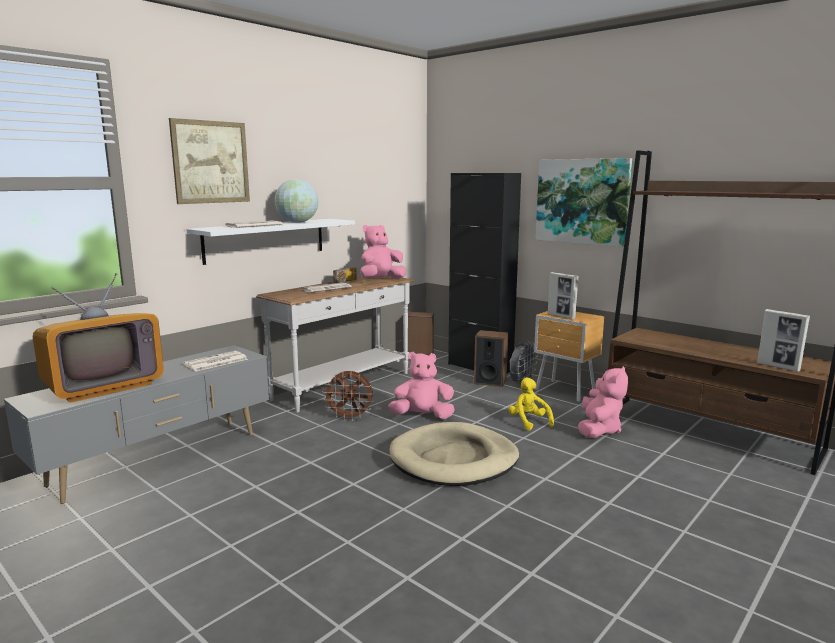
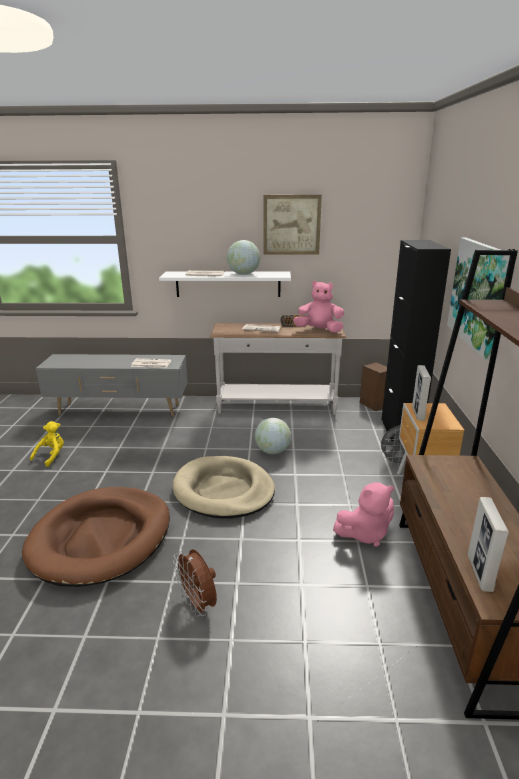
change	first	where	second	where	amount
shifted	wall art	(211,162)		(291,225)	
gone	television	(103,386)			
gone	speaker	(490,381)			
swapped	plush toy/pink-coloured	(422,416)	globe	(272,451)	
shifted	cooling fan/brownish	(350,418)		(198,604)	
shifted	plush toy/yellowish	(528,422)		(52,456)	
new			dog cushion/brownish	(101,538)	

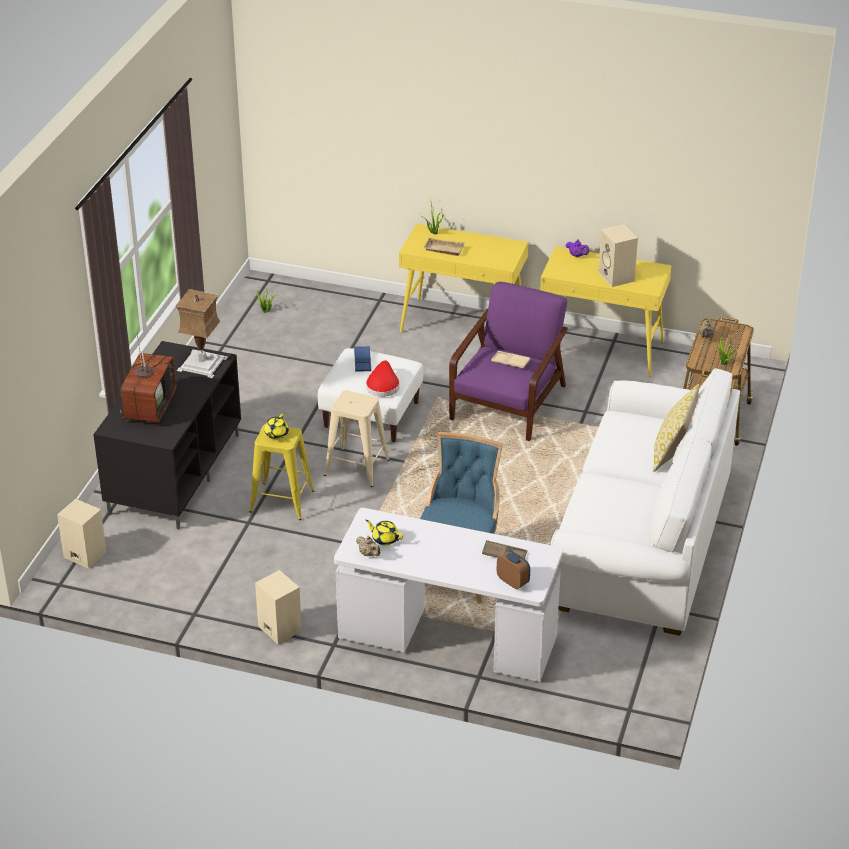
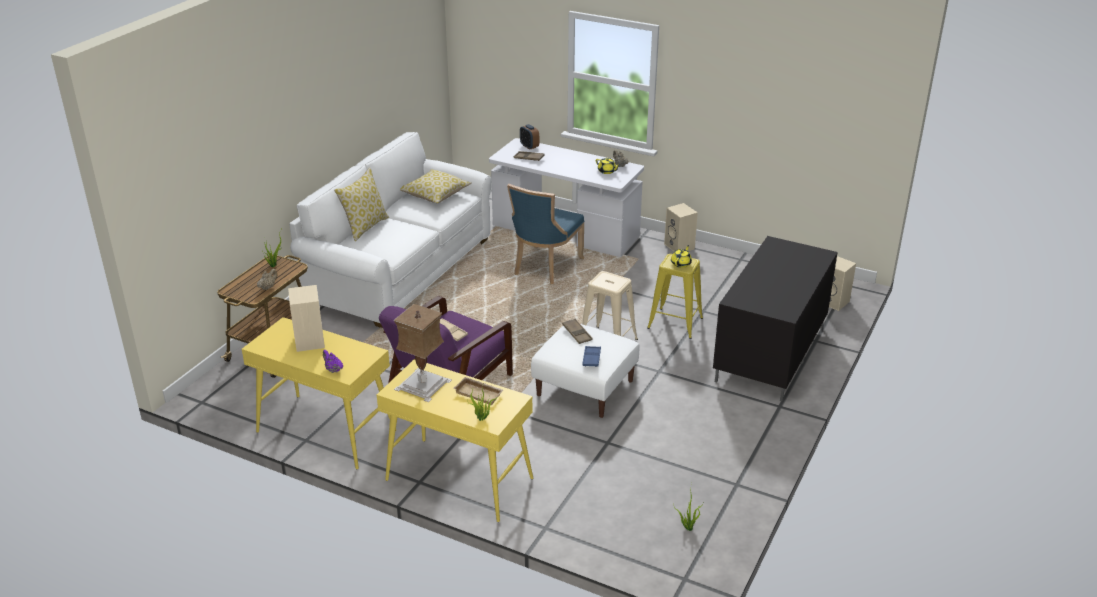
change	first	where	second	where	amount
shifted	lamp for a table	(201,364)		(424,384)	
gone	television	(149,405)			
swapped	wearable hat/red-coloured	(382,385)	carrying tray/brownish	(577,333)	
new			cushion	(435,194)	

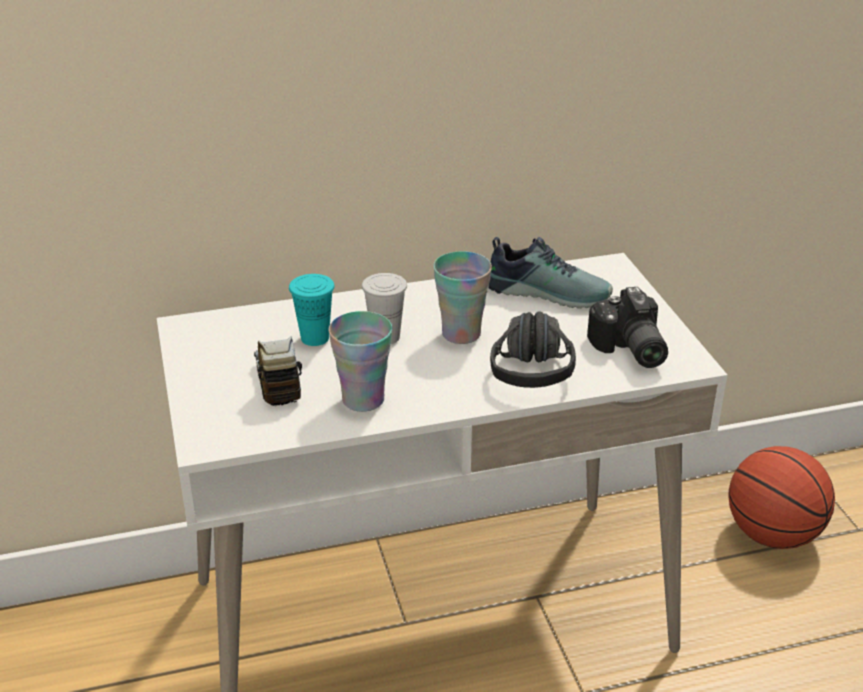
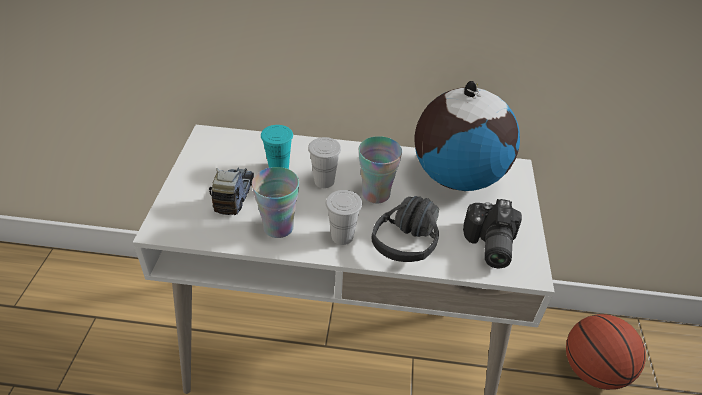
change	first	where	second	where	amount
swapped	shoe	(548,291)	globe	(457,177)	
new			small cup/white	(342,236)	

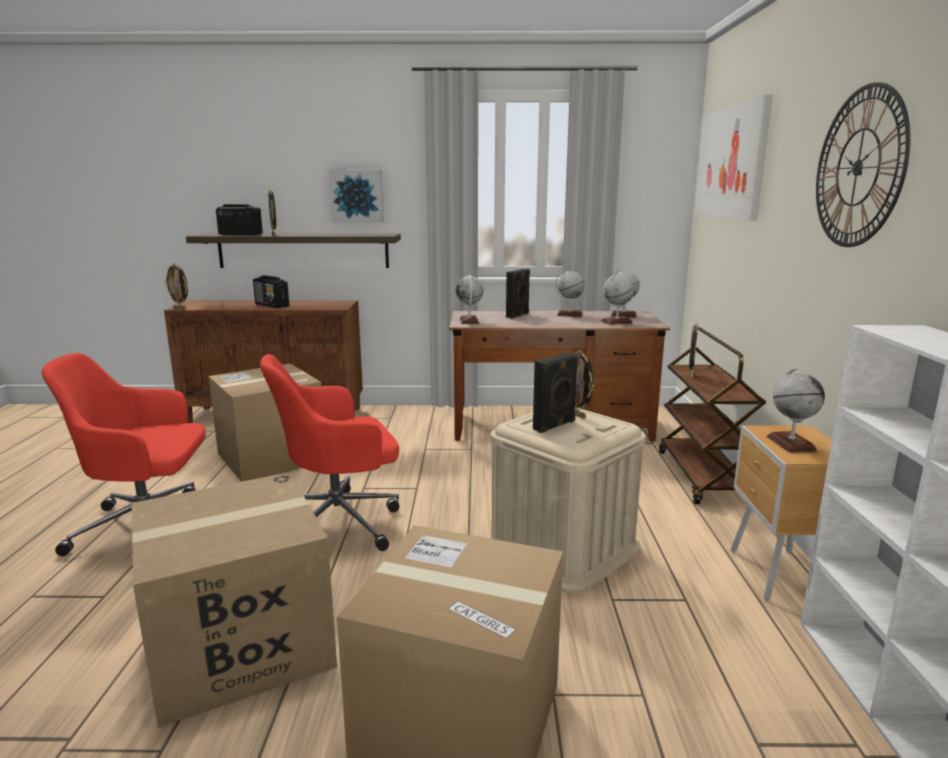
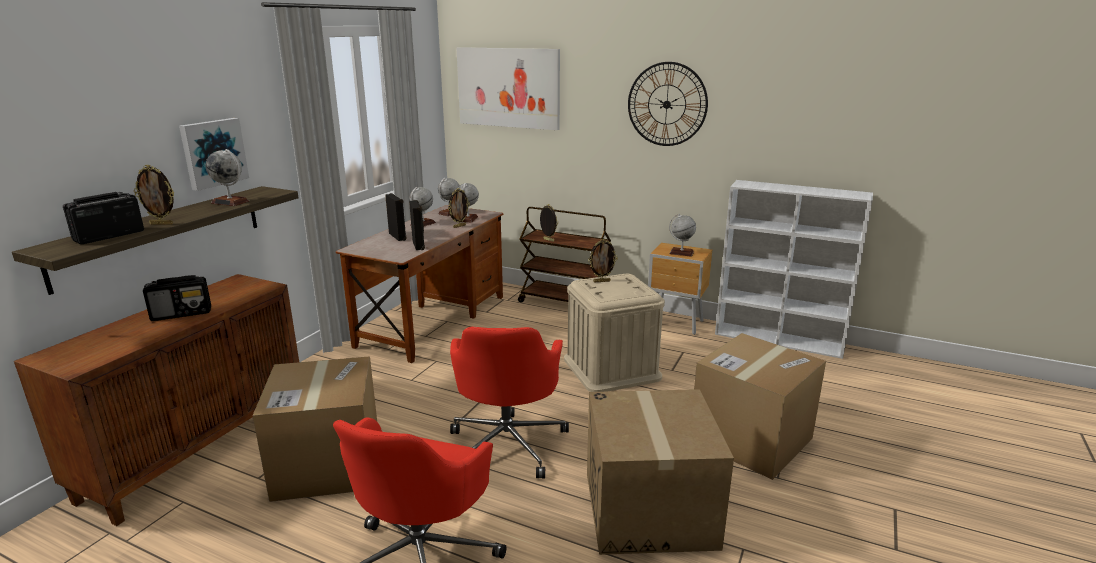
change	first	where	second	where	amount
shifted	picture frame	(180,308)		(459,226)	
shifted	globe	(469,321)		(230,202)	
shifted	speaker/blackish	(555,425)		(419,245)	

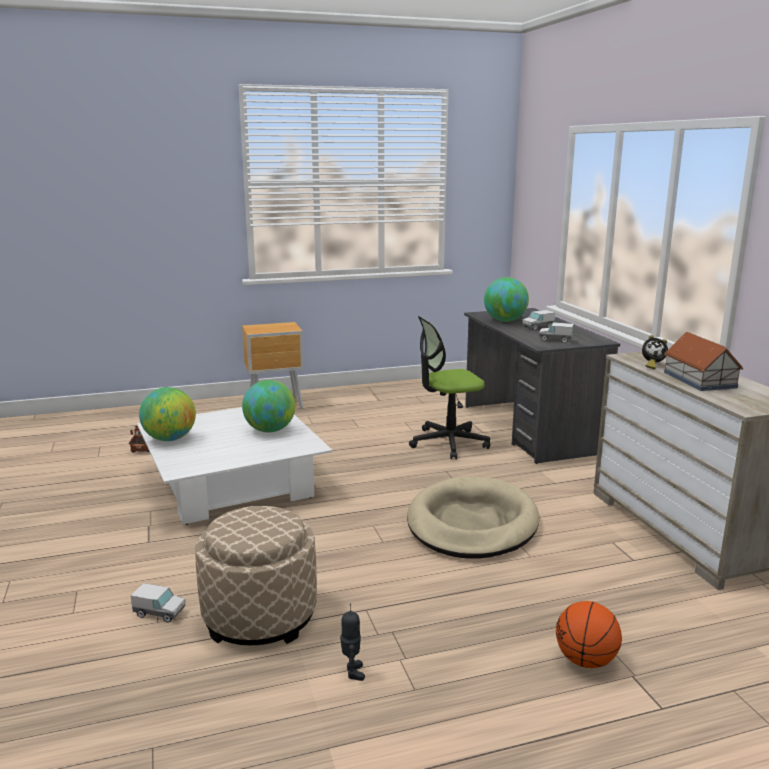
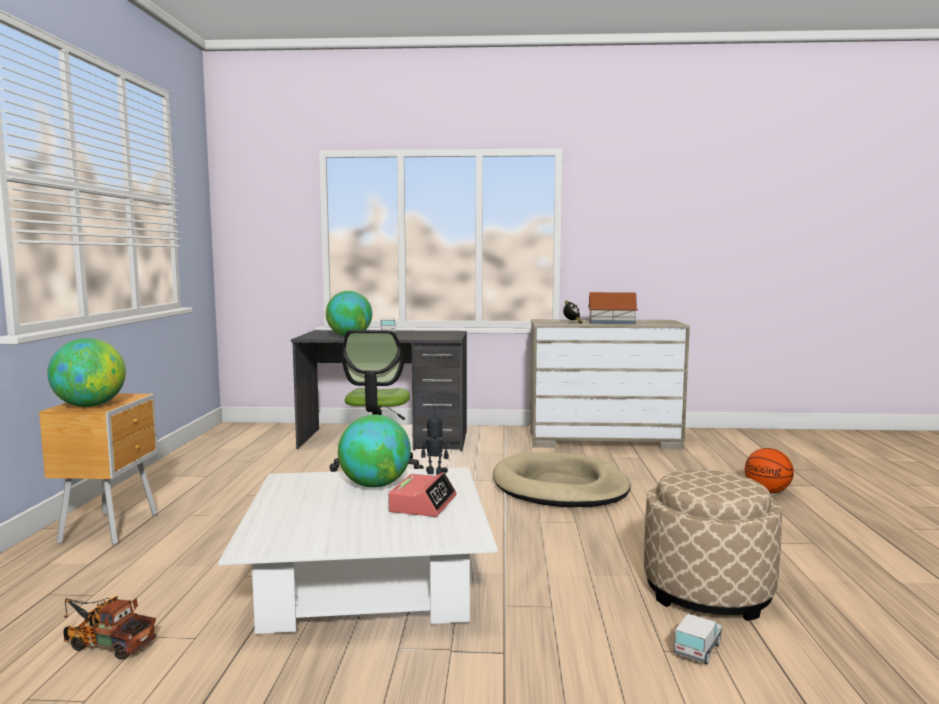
change	first	where	second	where	amount
gone	model truck	(555,340)			
shifted	globe	(170,439)		(90,406)	
shifted	toy robot	(352,672)		(435,473)	
new			alarm clock	(423,504)	

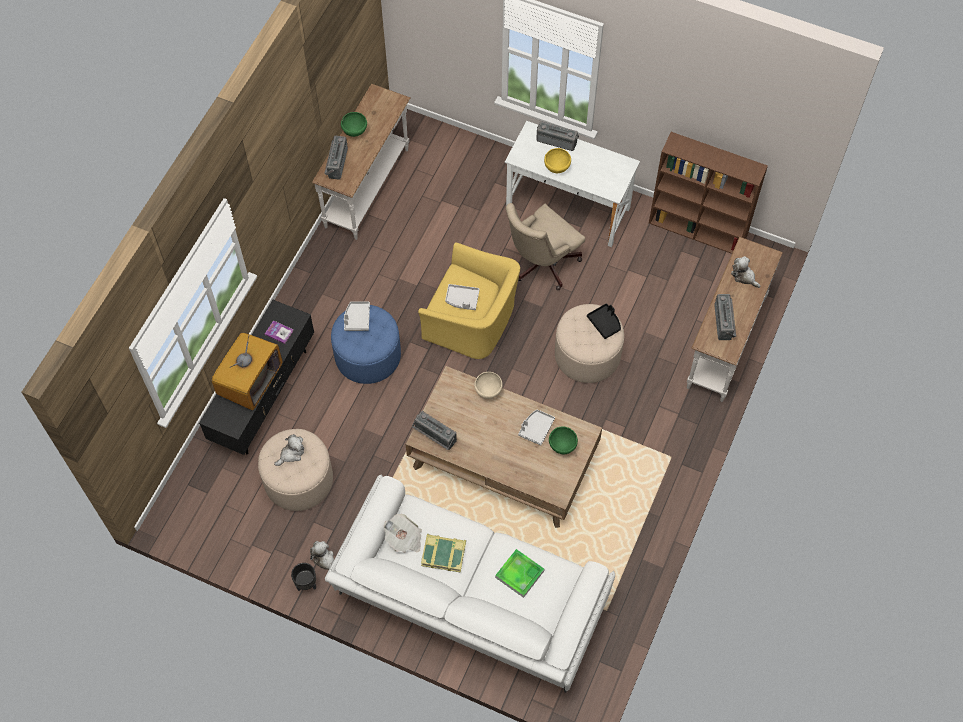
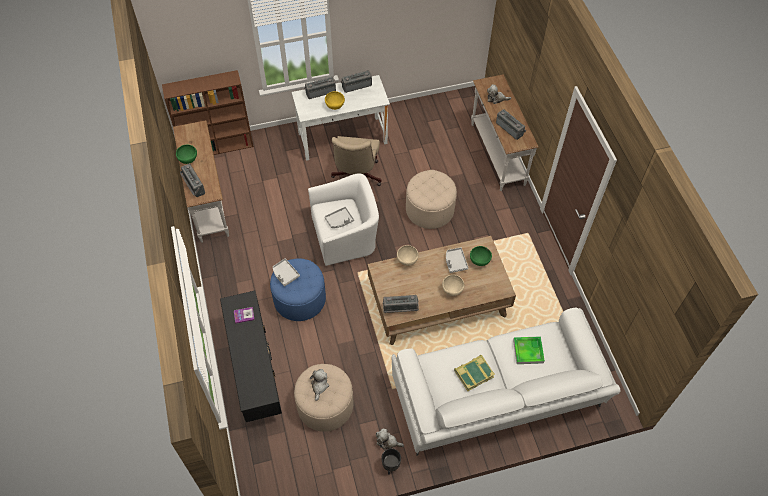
change	first	where	second	where	amount
shifted	bookshelf/brownish	(698,230)		(218,146)	
repainted	easy chair/yellowish	(471,321)	easy chair/white	(345,236)	
gone	carrying tray/blackish	(605,323)			
gone	television	(250,381)			
gone	daily paper	(404,538)			
new			radio	(356,85)	
new			bowl/sand-coloured	(452,290)	

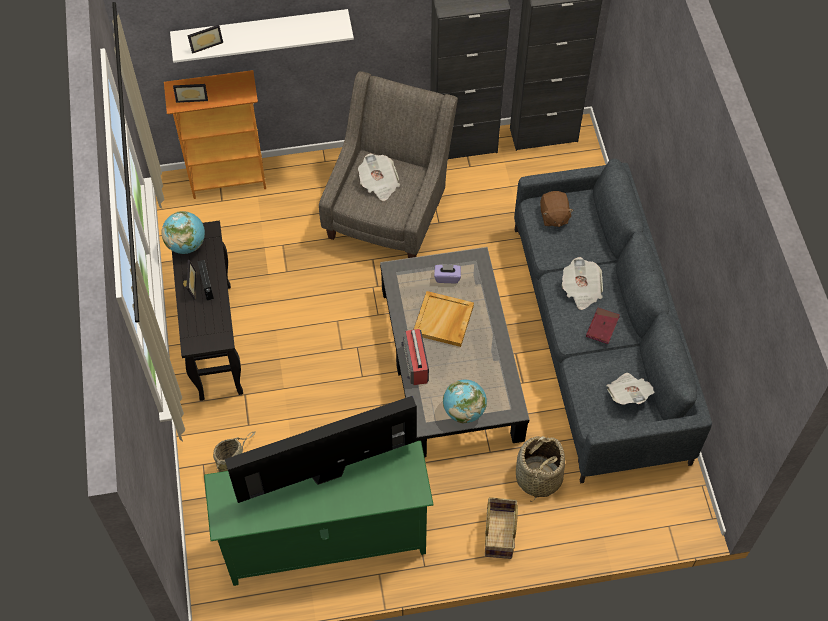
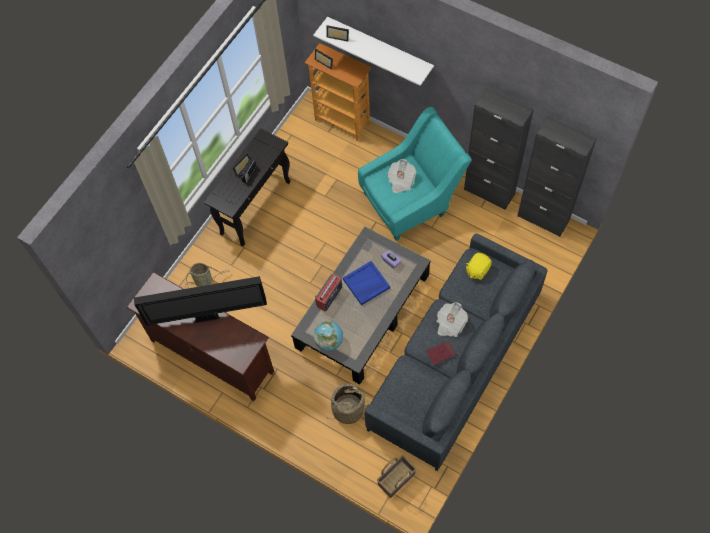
change	first	where	second	where	amount
repainted	easy chair/gray	(389,209)	easy chair/turquoise	(412,200)	
repainted	plush toy/brownish	(554,216)	plush toy/yellowish	(477,270)	
gone	globe	(186,244)			
repainted	carrying tray/sand-coloured	(443,321)	carrying tray/blue	(366,284)	
gone	daily paper	(628,394)			
rotated	television	(327,473)		(208,317)	150 degrees clockwise
repainted	media console/green	(326,544)	media console/brownish	(211,356)	
shifted	storage basket	(498,533)		(396,479)	

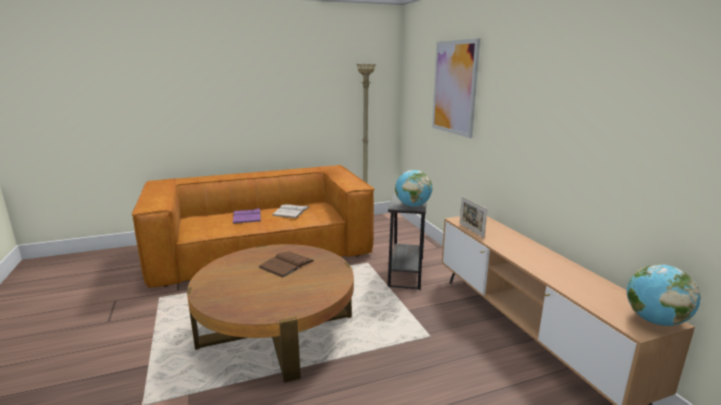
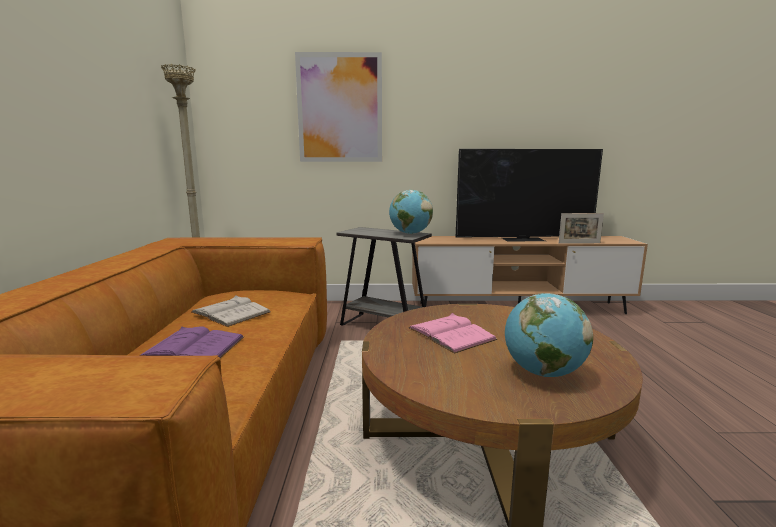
change	first	where	second	where	amount
shifted	picture frame	(471,230)		(579,243)	
repainted	volume/brownish	(286,264)	volume/pink-coloured	(451,333)	
shifted	globe	(654,320)		(543,373)	
new			television	(523,239)	

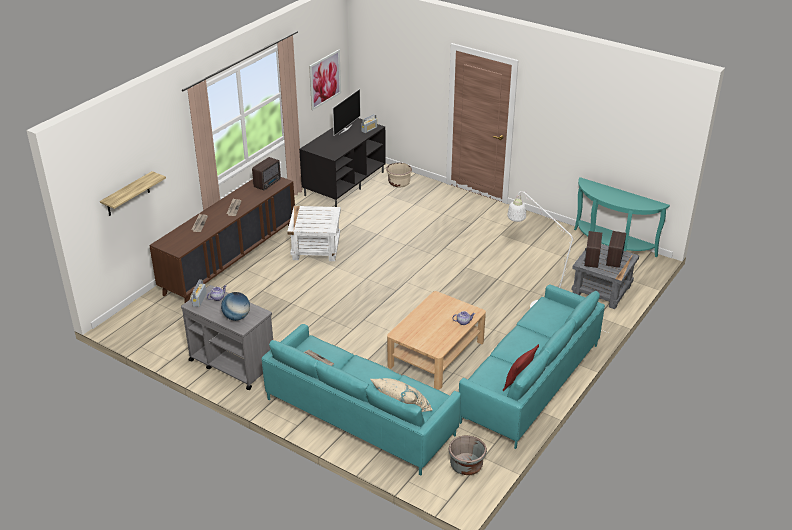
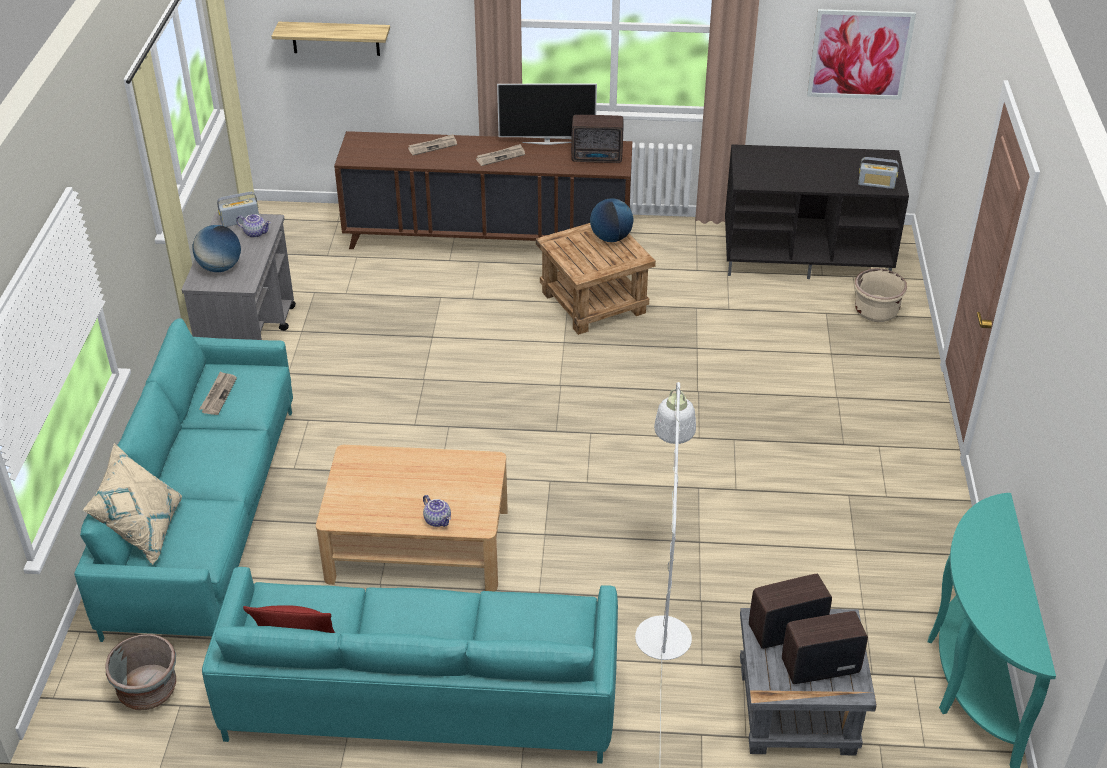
change	first	where	second	where	amount
shifted	television	(345,129)		(547,142)	
repainted	side table/white	(315,248)	side table/brownish	(594,302)	
new			globe	(611,238)	

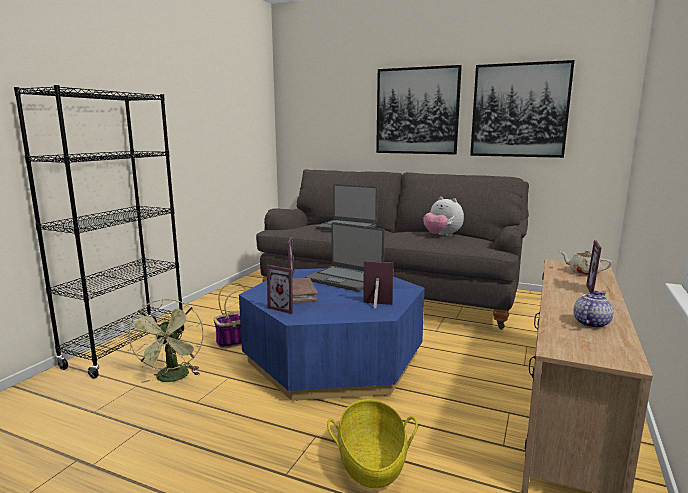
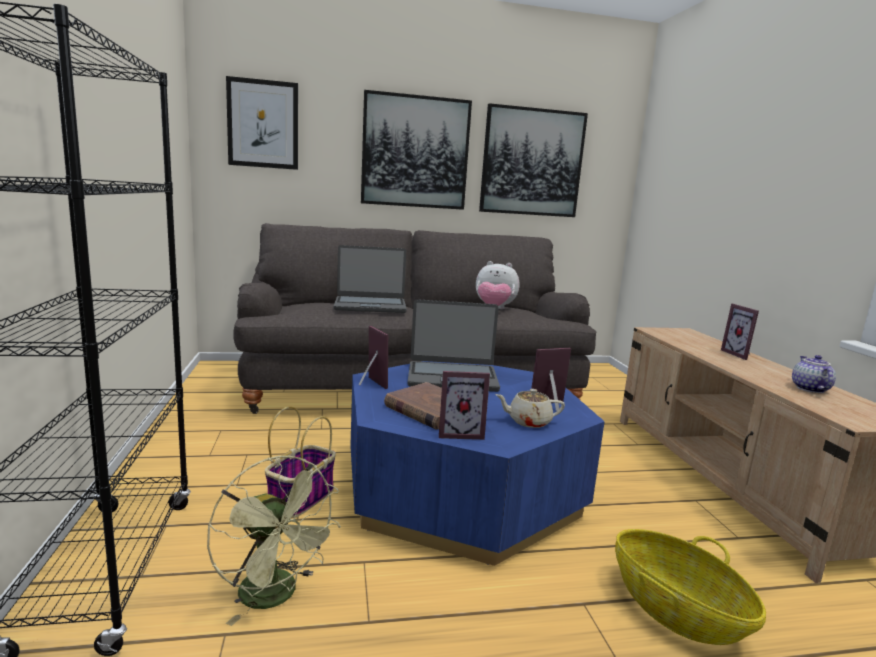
change	first	where	second	where	amount
shifted	tea pot/sand-coloured	(583,272)		(528,421)	
new			wall art	(263,124)	

